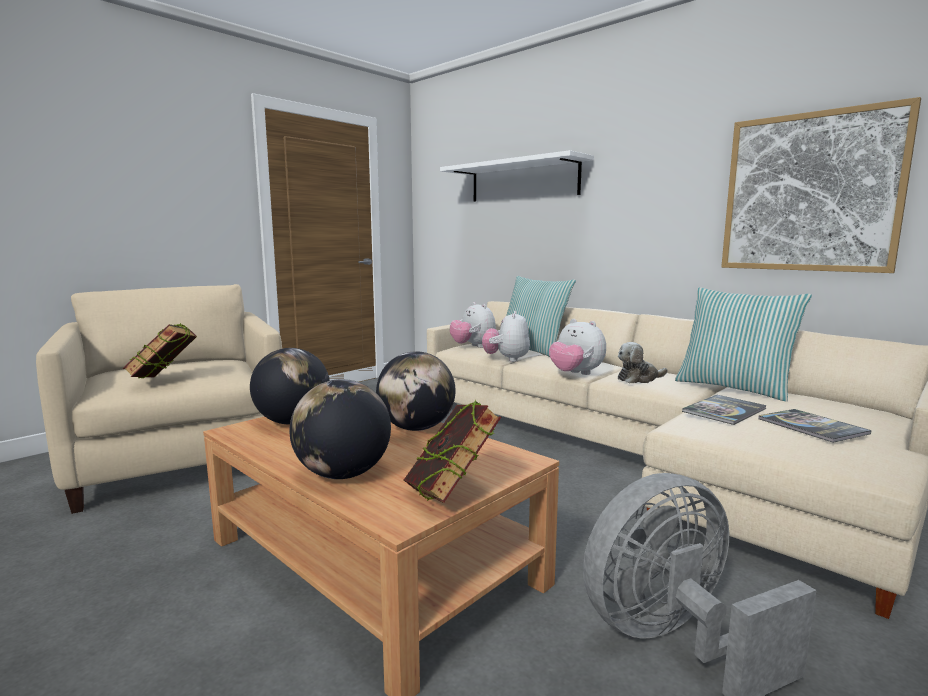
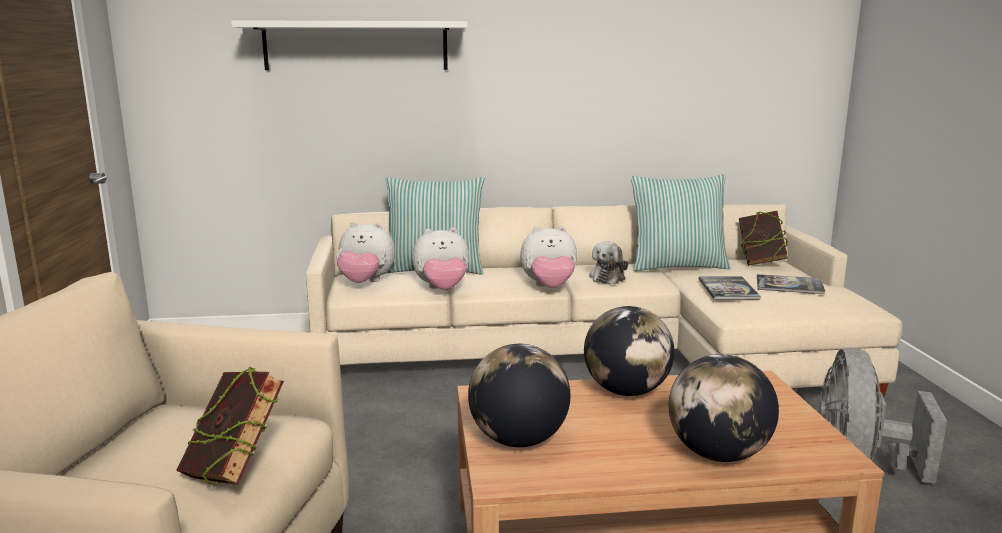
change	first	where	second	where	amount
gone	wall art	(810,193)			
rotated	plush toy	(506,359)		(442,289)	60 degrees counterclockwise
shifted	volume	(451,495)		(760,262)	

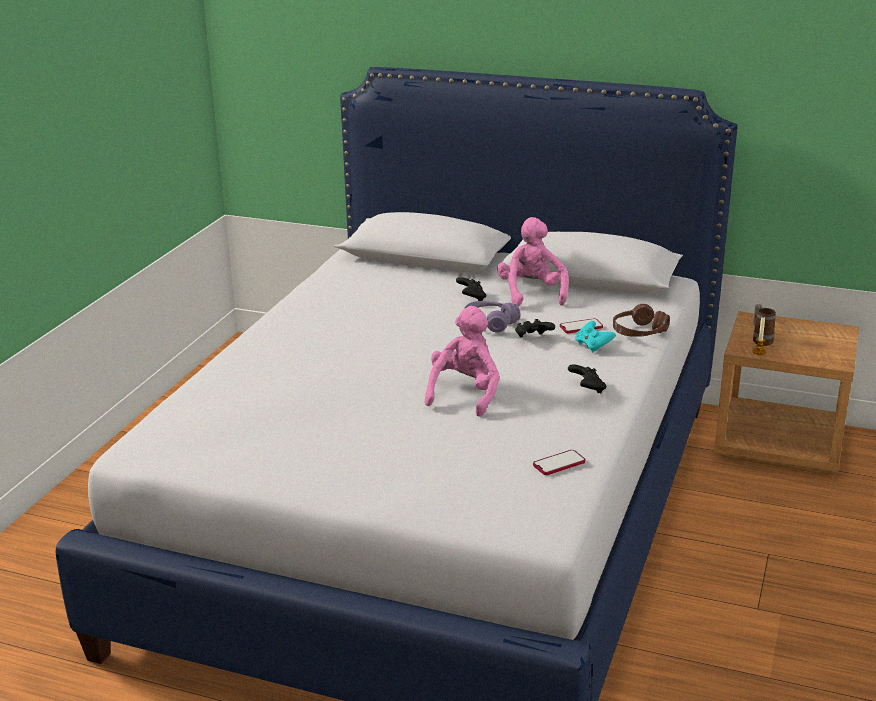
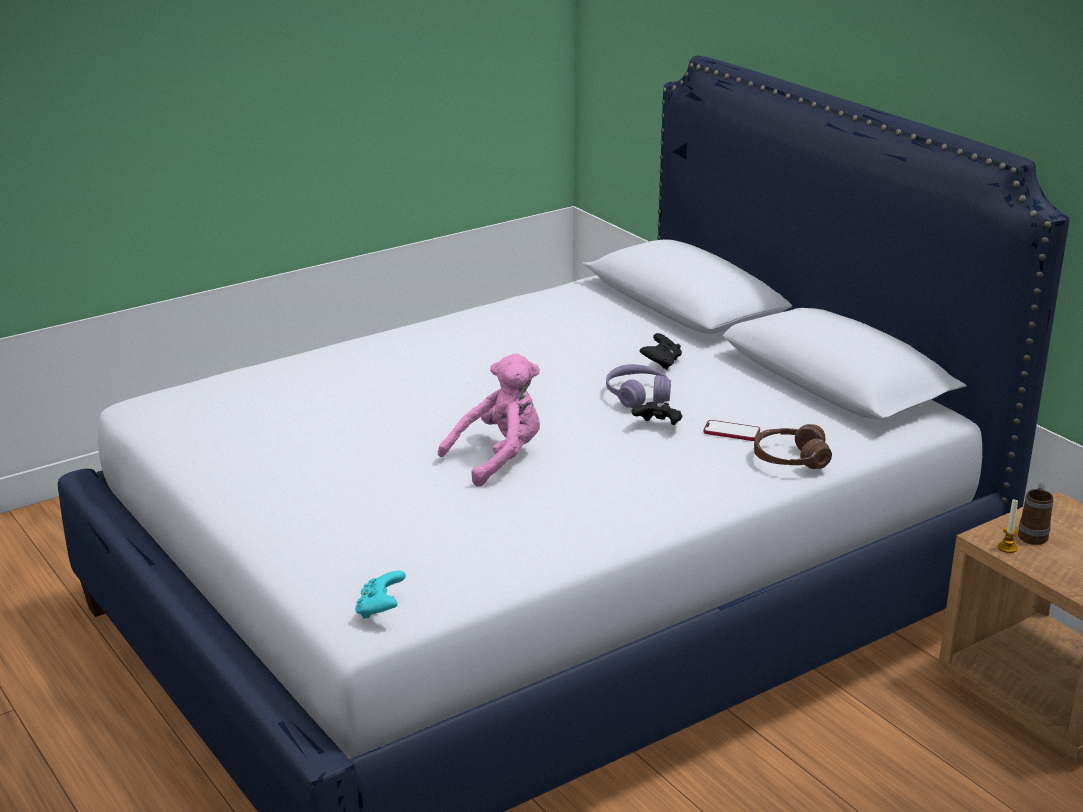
change	first	where	second	where	amount
gone	plush toy/pink-coloured	(532,293)			
shifted	gamepad/turquoise	(593,346)		(380,609)	
gone	gamepad/blackish	(587,389)			
gone	handset	(559,464)			

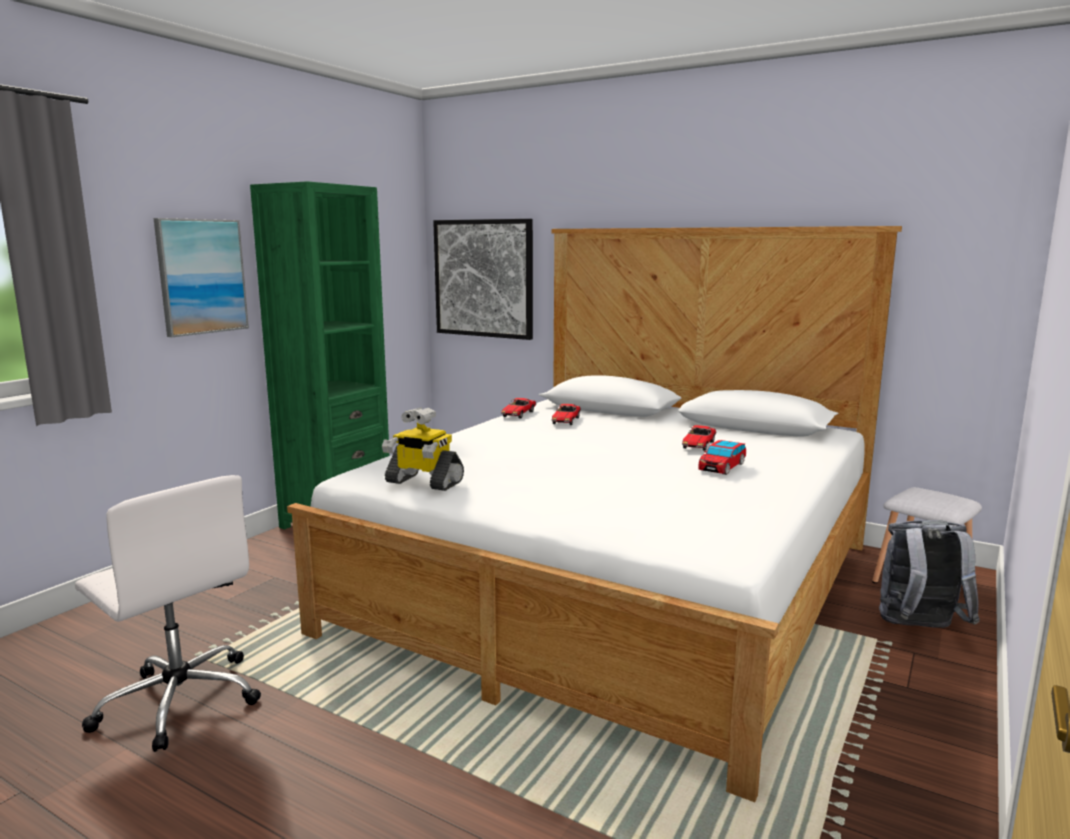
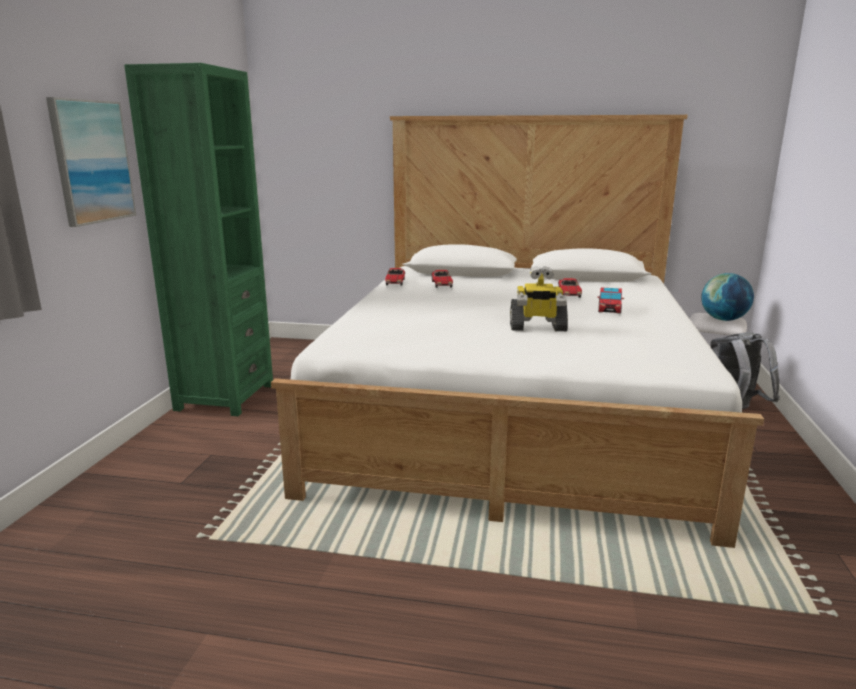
change	first	where	second	where	amount
gone	wall art	(483,278)			
shifted	toy robot	(423,482)		(537,327)	
gone	office chair/white	(179,700)			
new			globe	(723,319)	

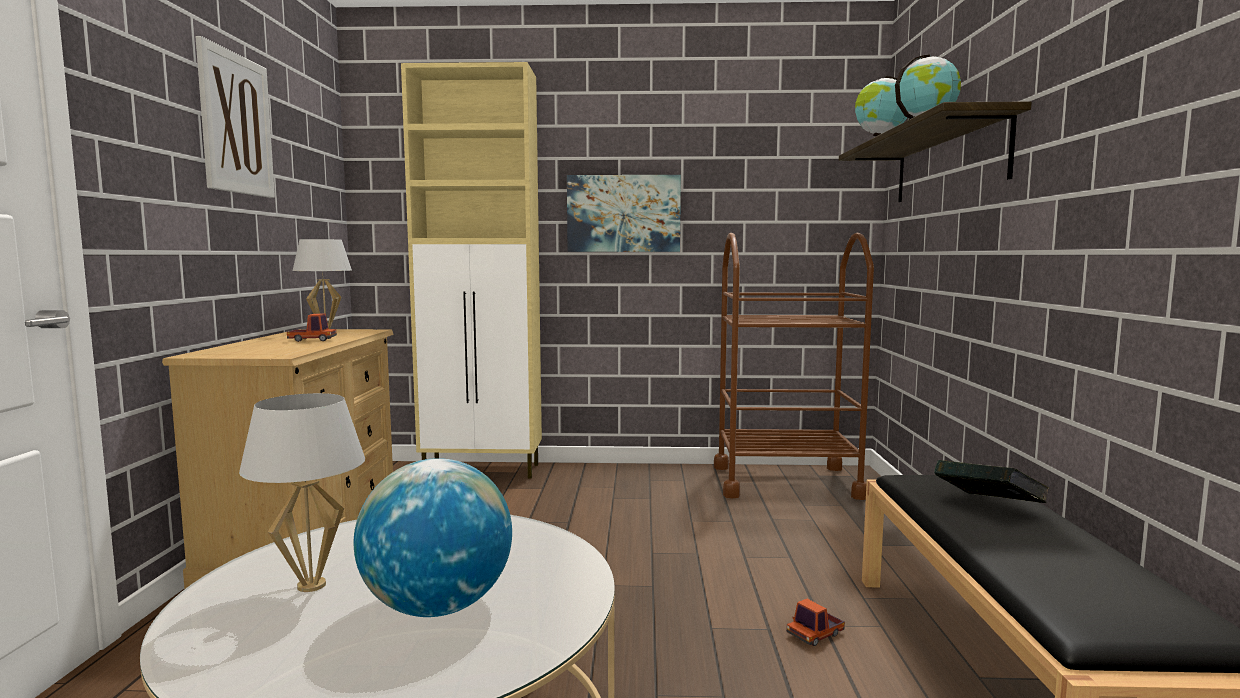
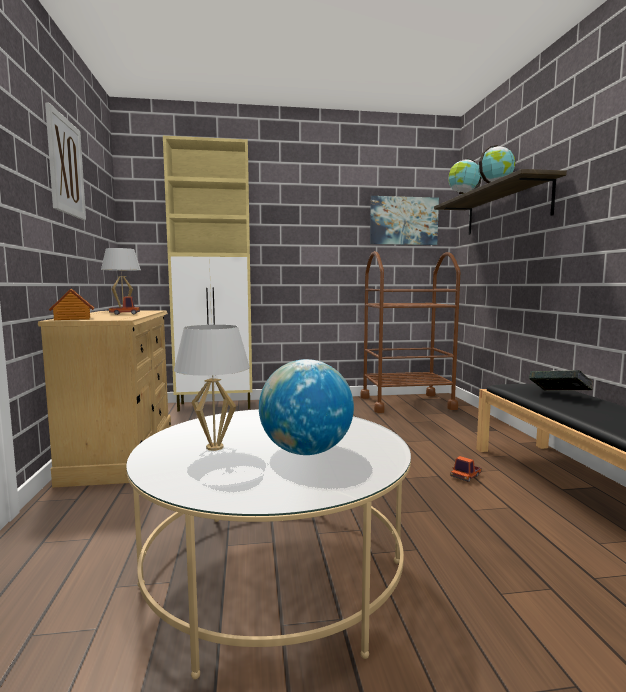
change	first	where	second	where	amount
shifted	wall art	(623,213)		(403,221)	
new			miniature house	(72,318)	

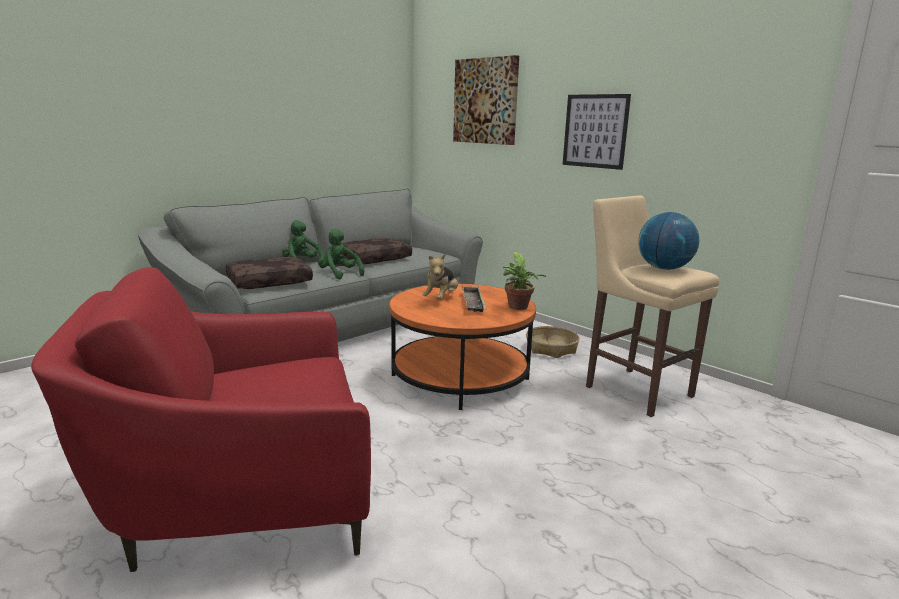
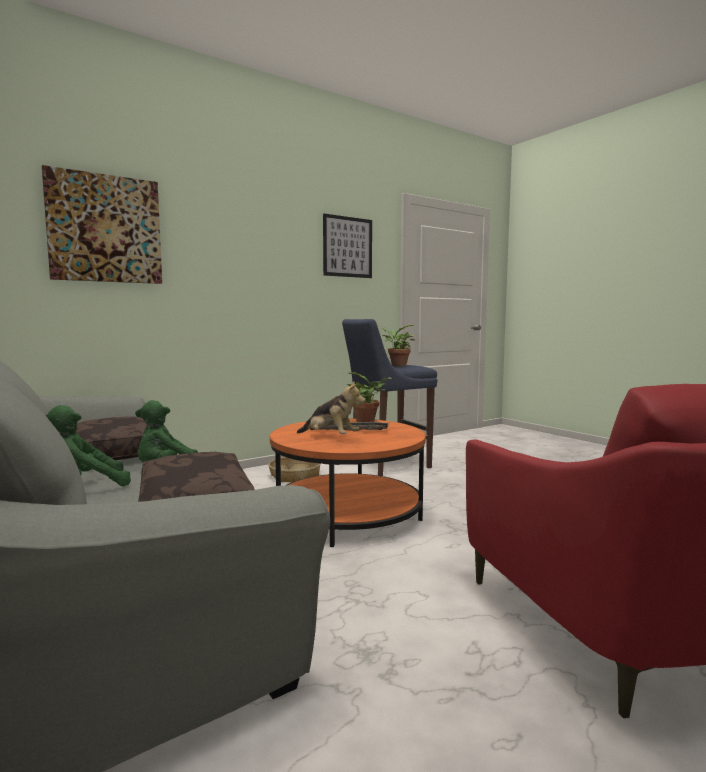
change	first	where	second	where	amount
shifted	wall art	(595,131)		(347,247)	
repainted	stool/sand-coloured	(635,389)	stool/blue	(387,465)	
swapped	globe	(664,268)	plant in a pot	(396,365)	

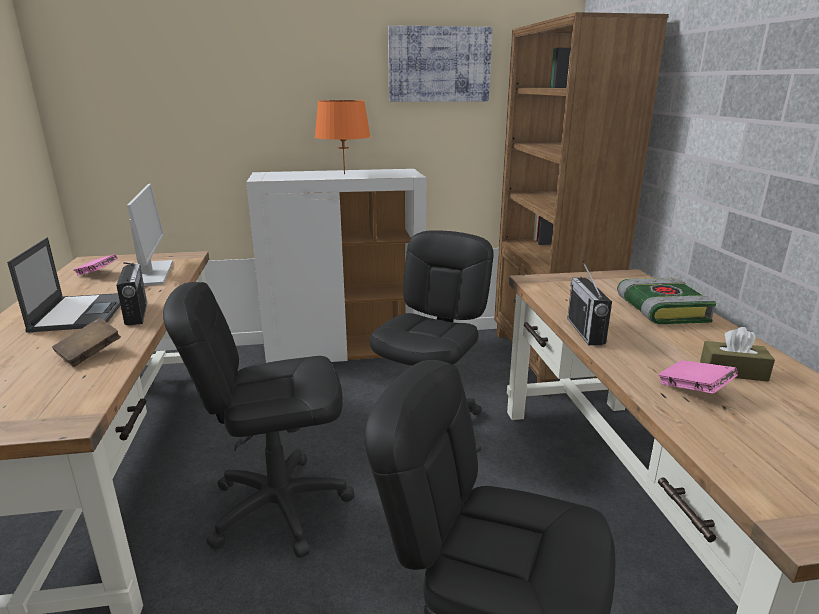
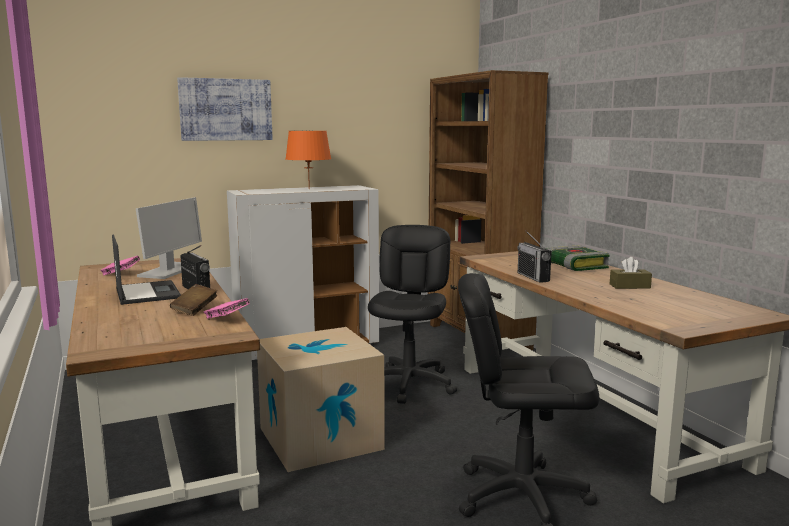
change	first	where	second	where	amount
shifted	wall art	(439,64)		(226,109)	
rotated	computer screen	(150,274)		(169,271)	45 degrees clockwise
swapped	office chair/blackish	(279,506)	packing box	(320,438)	
shifted	volume/pink-coloured	(693,390)		(227,319)	

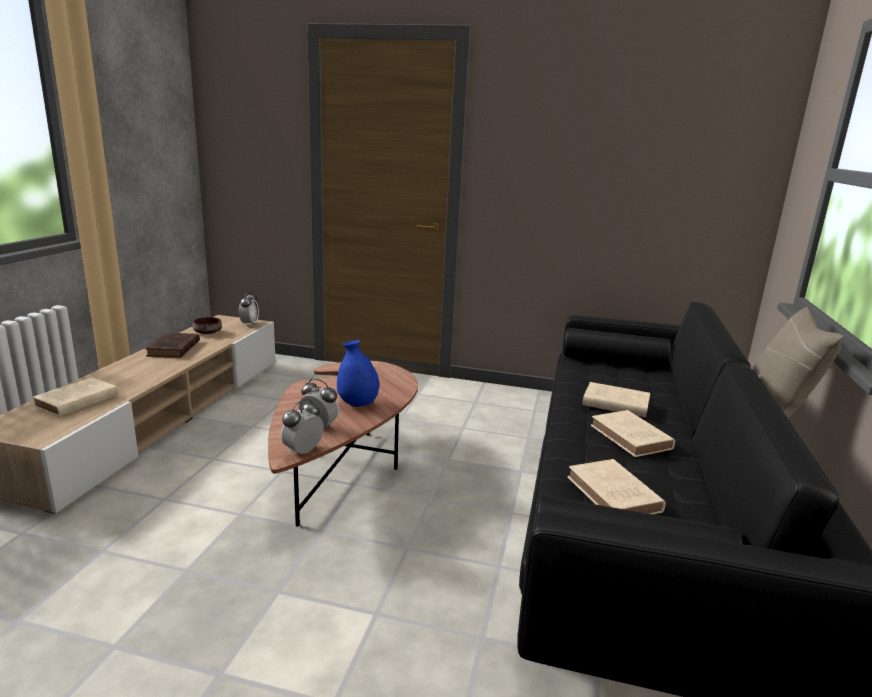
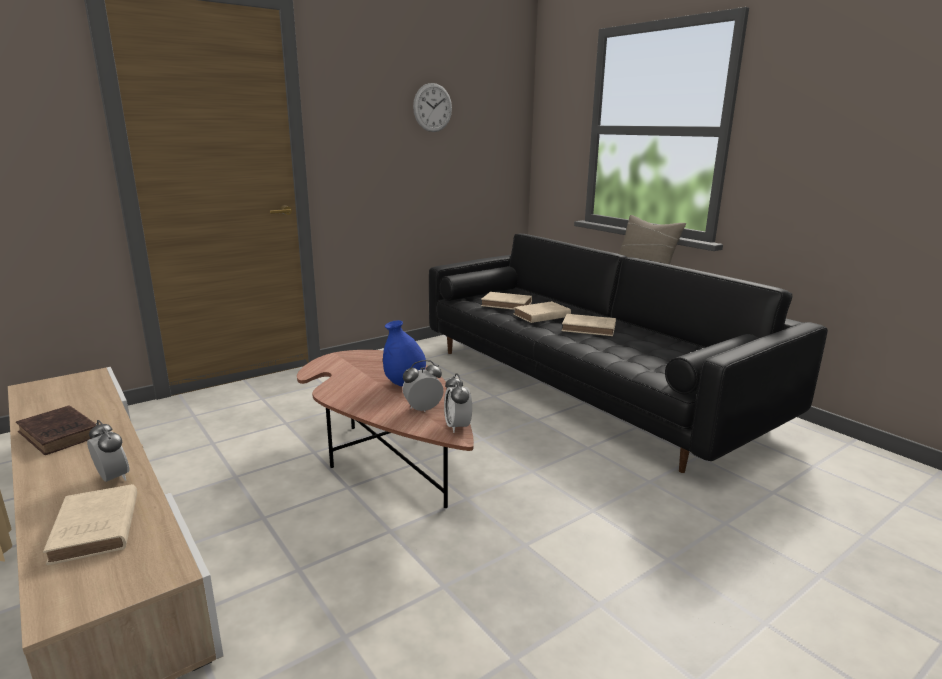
change	first	where	second	where	amount
shifted	alarm clock	(249,324)		(113,478)	
gone	bowl/brownish	(208,333)			
shifted	volume/sand-coloured	(615,496)		(508,304)	
new			hanging clock	(432,107)	

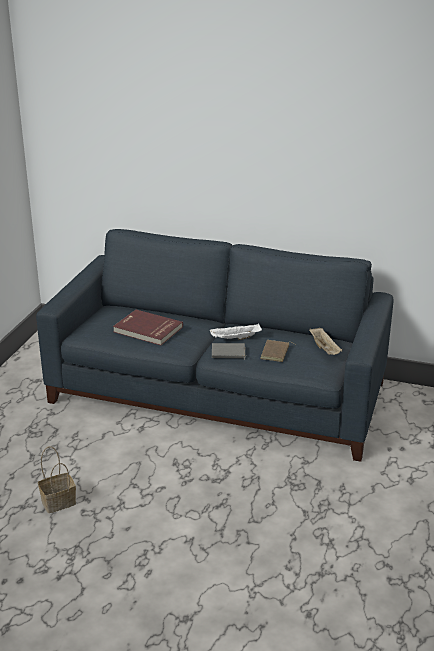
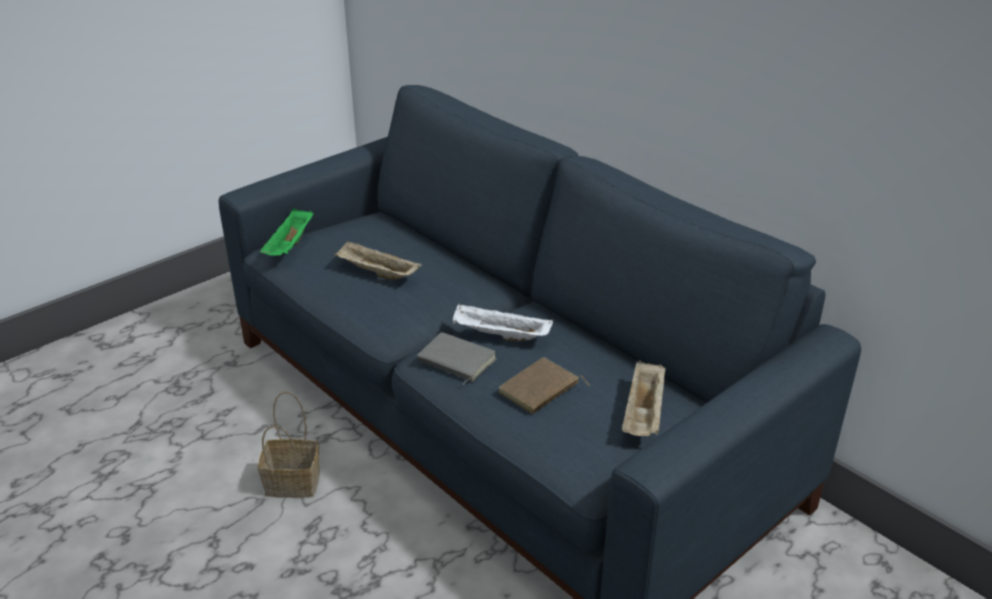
change	first	where	second	where	amount
swapped	volume/red-coloured	(147,330)	carrying tray/sand-coloured	(376,273)	
shifted	storage basket	(57,503)		(290,484)	
new			carrying tray/green	(290,246)	

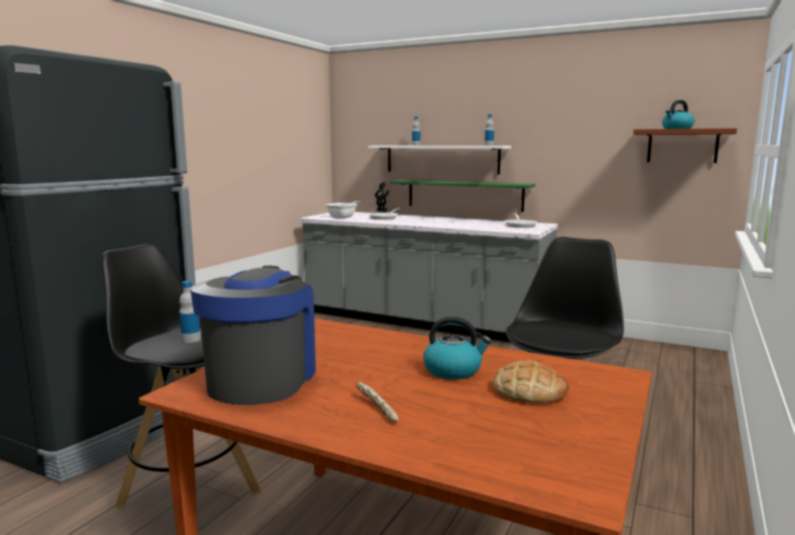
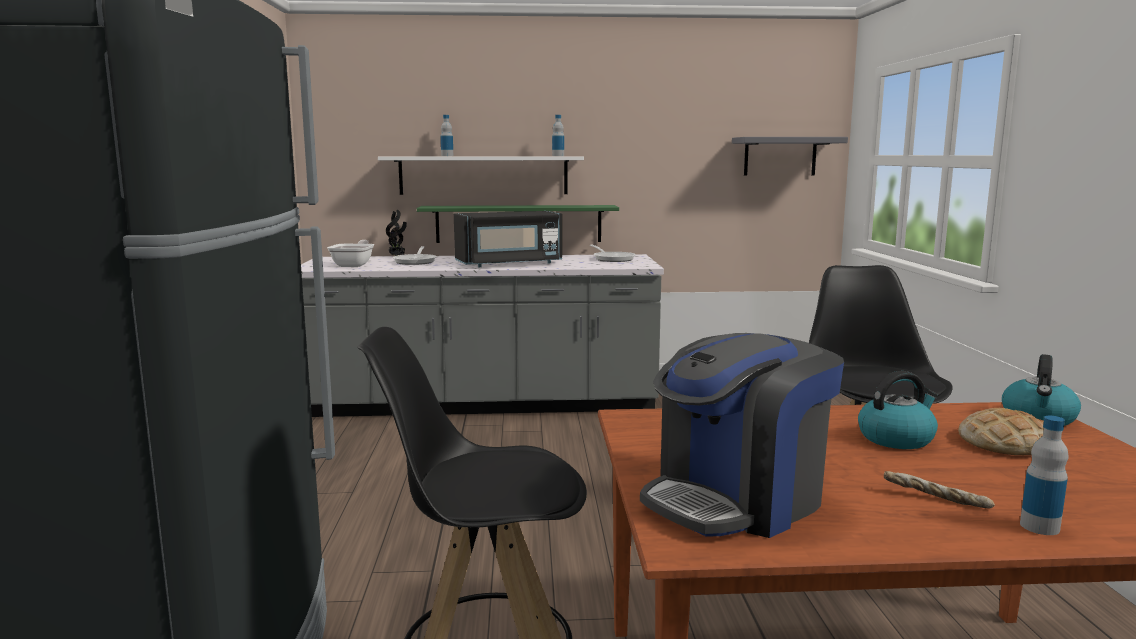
change	first	where	second	where	amount
shifted	kettle	(676,128)		(1039,418)	
repainted	wall shelf/brownish	(682,146)	wall shelf/gray	(780,156)	
rotated	coffee machine	(261,379)		(737,500)	105 degrees counterclockwise
shifted	beverage bottle	(191,339)		(1039,527)	
new			microwave oven/blackish	(509,264)	

